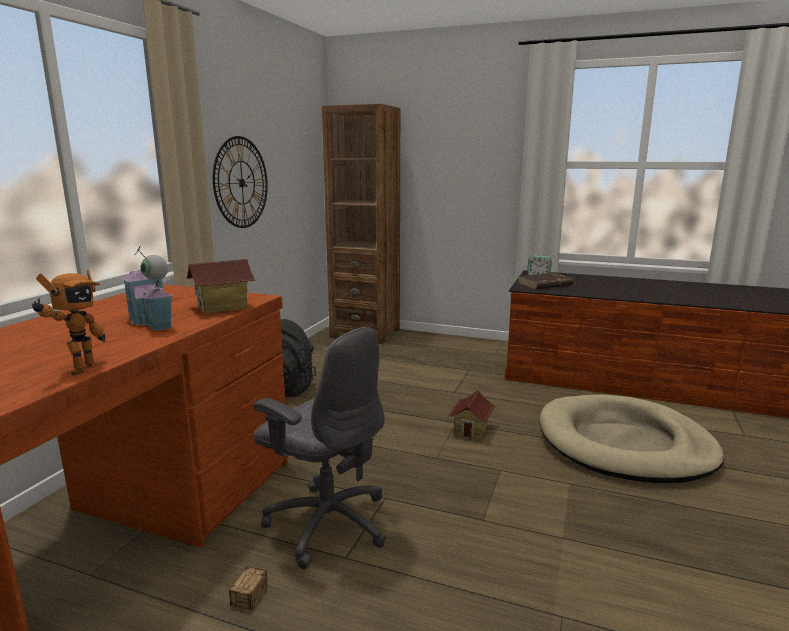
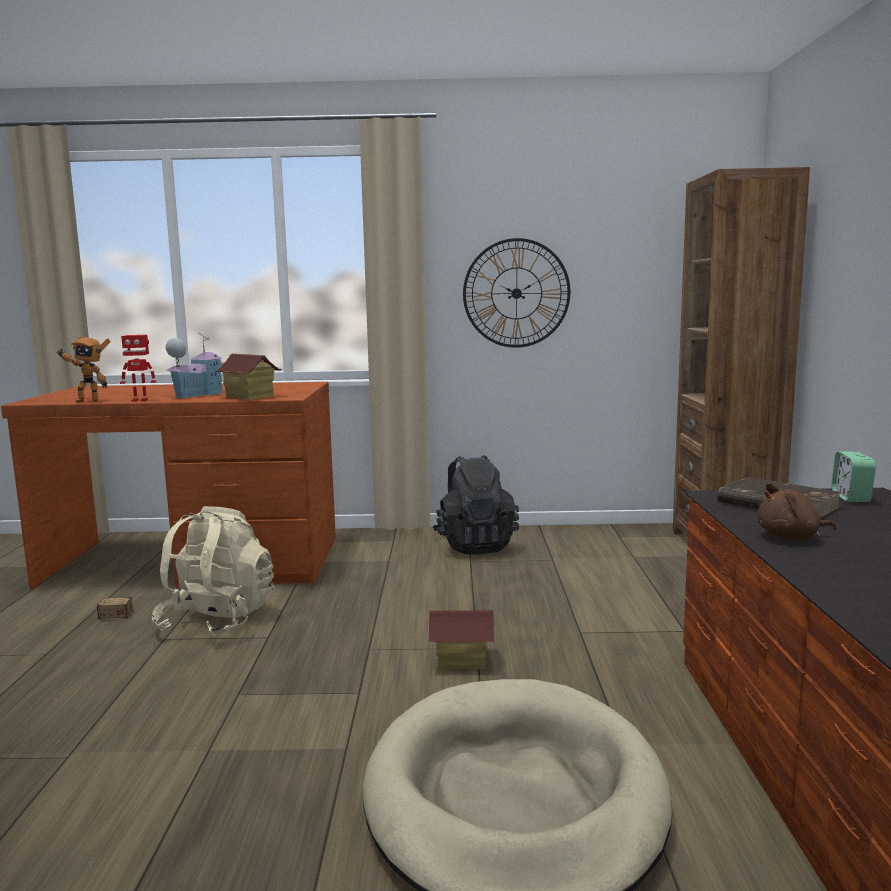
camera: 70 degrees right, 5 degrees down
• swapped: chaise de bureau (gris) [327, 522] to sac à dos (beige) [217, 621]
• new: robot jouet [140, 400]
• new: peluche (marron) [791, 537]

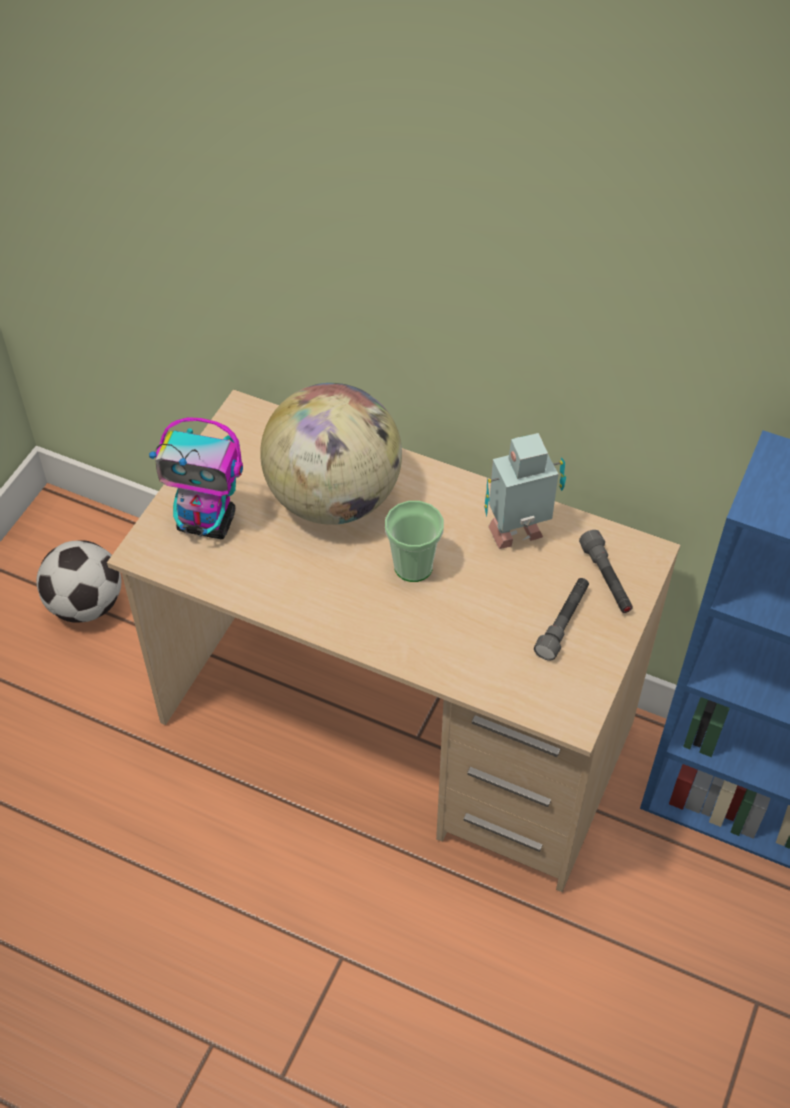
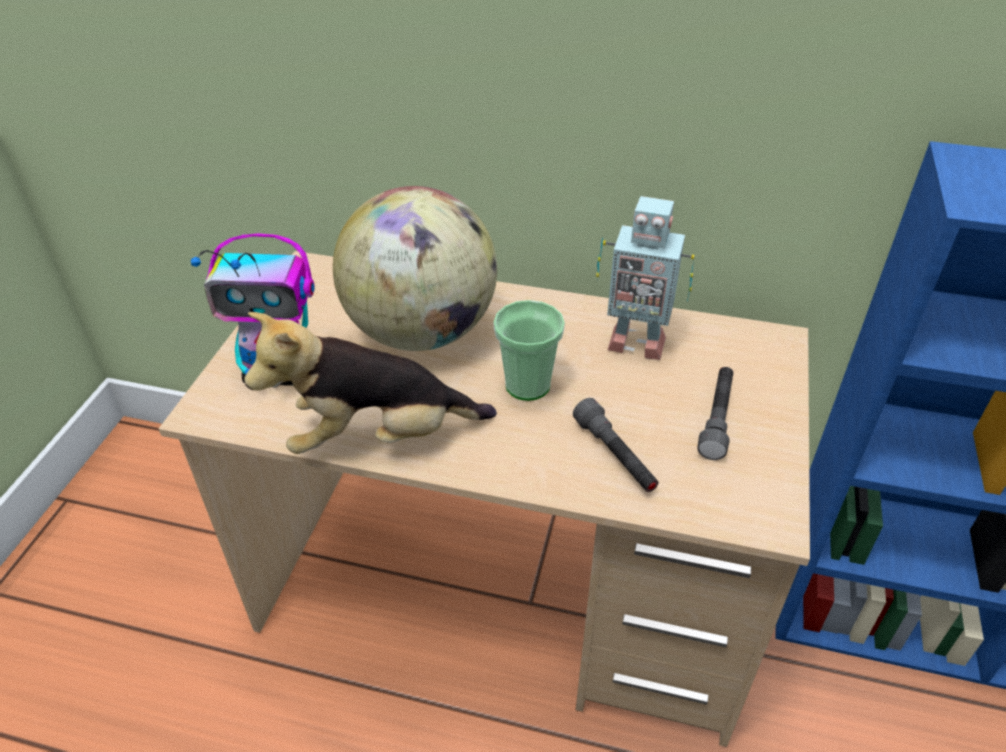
camera: 10 degrees left, 10 degrees down
• gone: ballon de foot [86, 604]
• rotated: robot jouet [519, 536] = [635, 341] 135 degrees counterclockwise
• shifted: lampe de poche (gris) [606, 579] to [615, 455]
• new: peluche [379, 437]

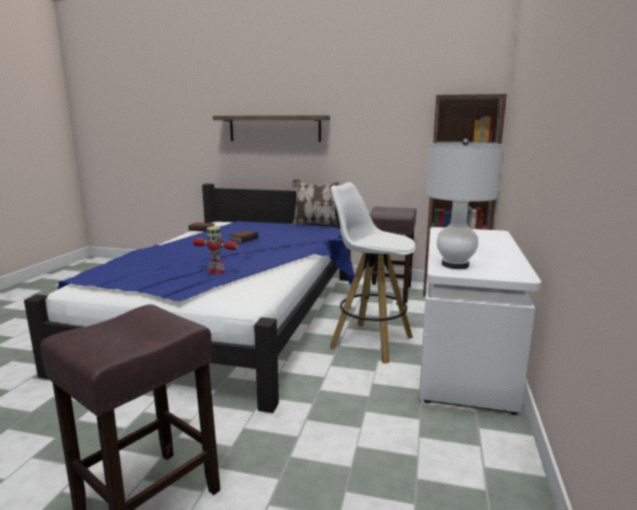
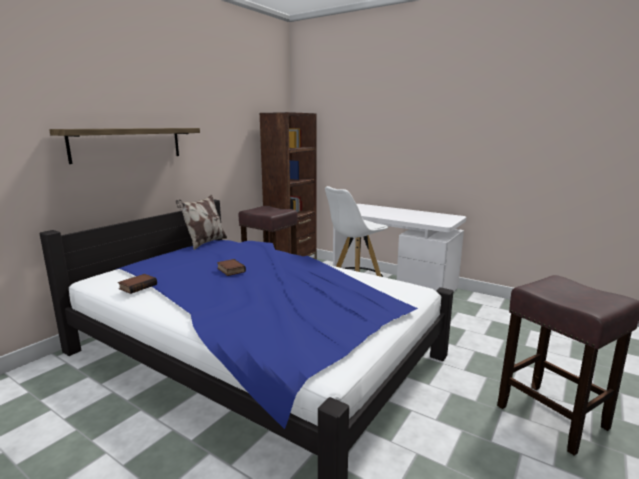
camera: 70 degrees left, 0 degrees up
• gone: robot jouet [215, 271]
• gone: lampe de table (blanc) [455, 265]

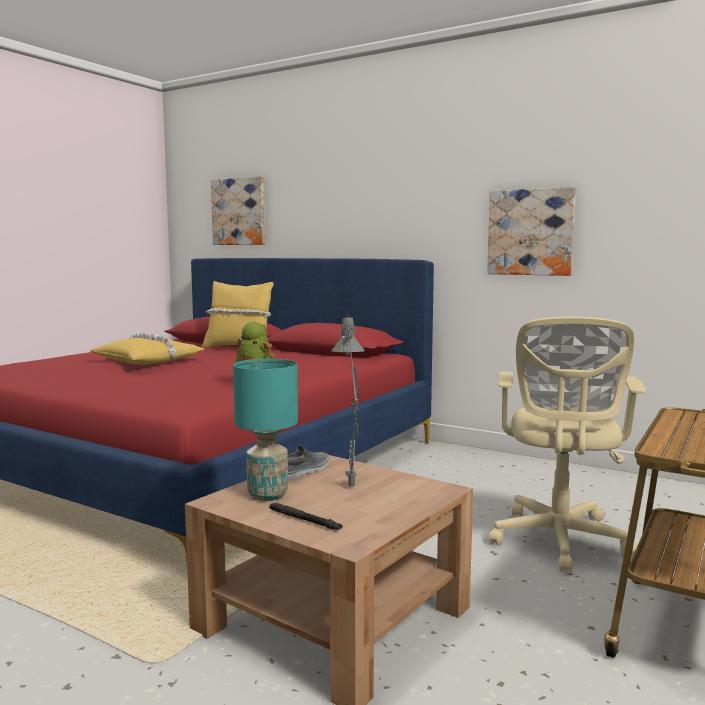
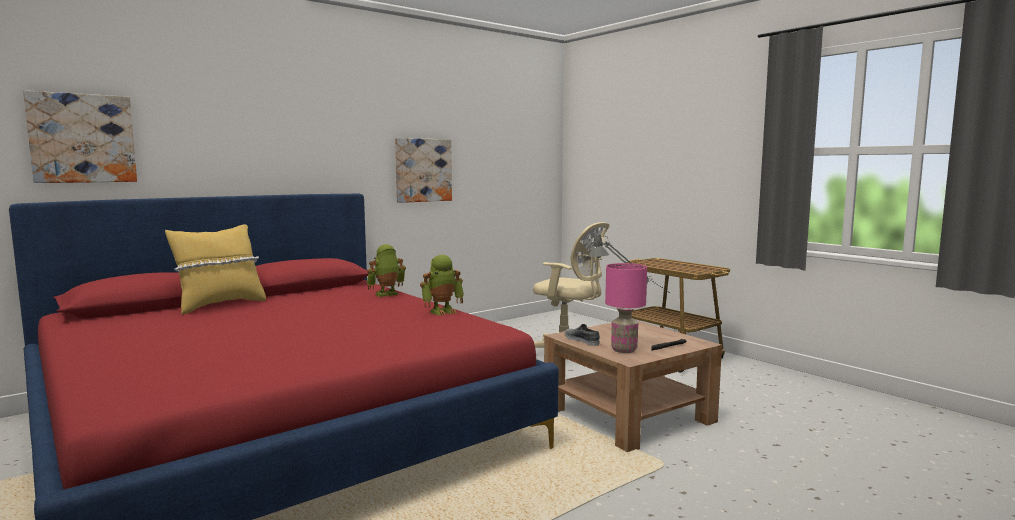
camera: 70 degrees left, 0 degrees up
• gone: coussin (jaune) [148, 361]
• repainted: lampe de table (turquoise) [267, 495] to lampe de table (rose) [623, 350]
• new: robot jouet [387, 294]

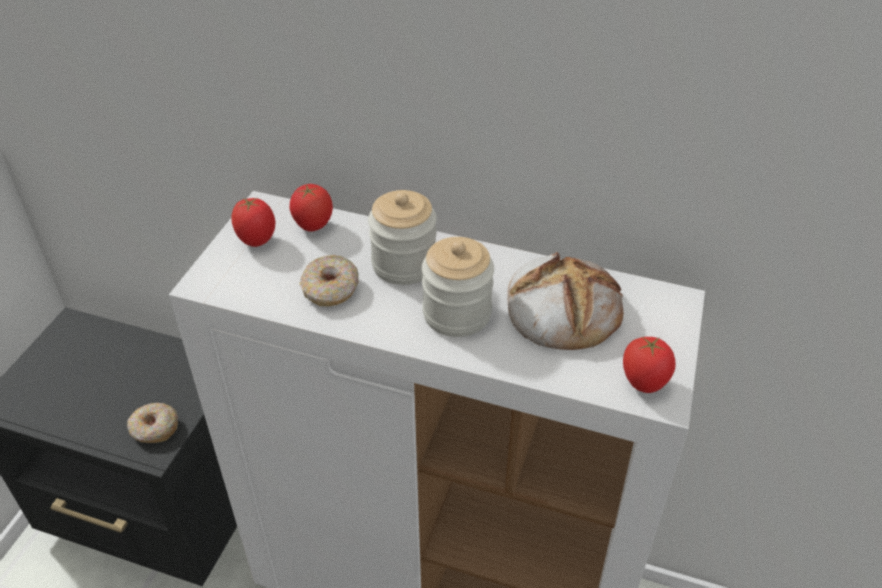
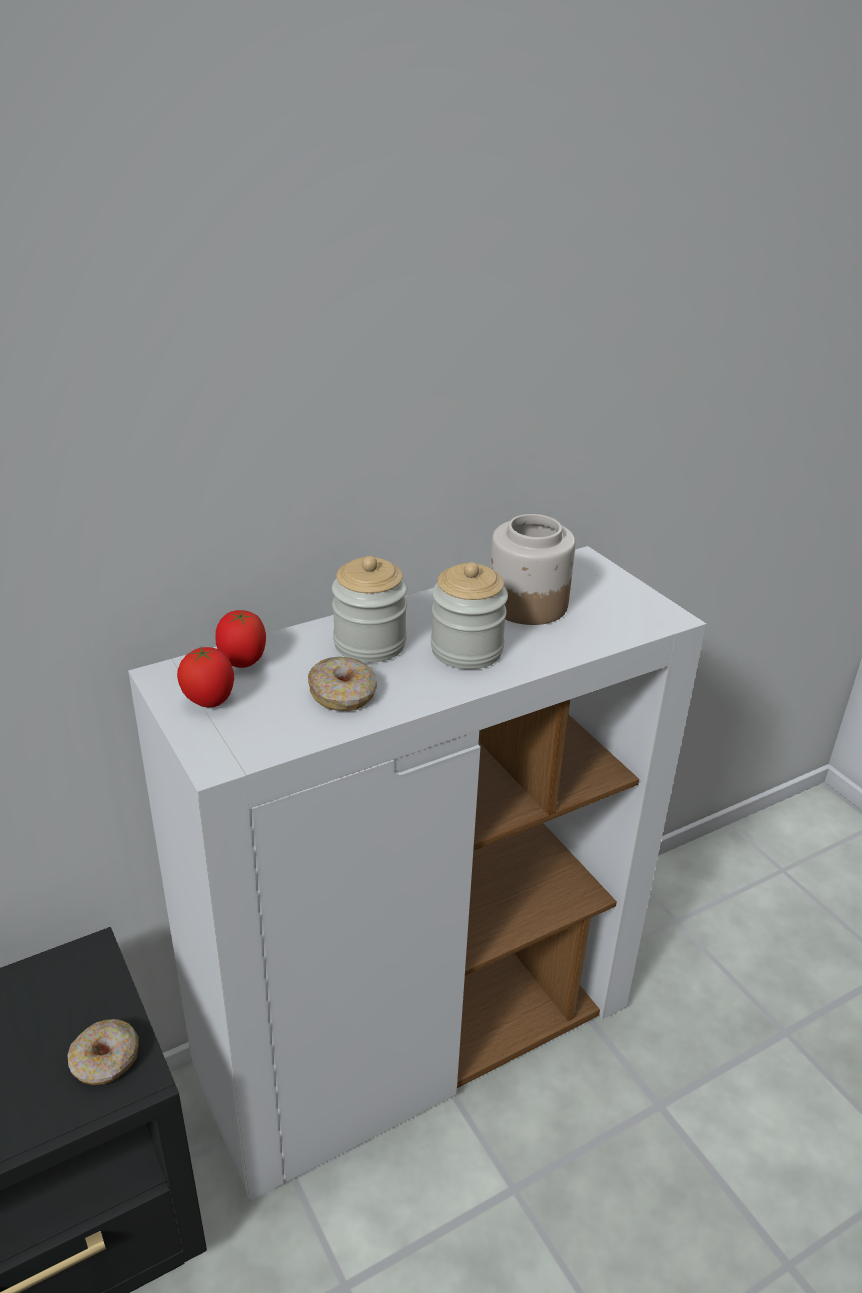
camera: 50 degrees left, 10 degrees down
• swapped: pain [561, 308] to bocal [527, 604]
• gone: tomate [644, 383]

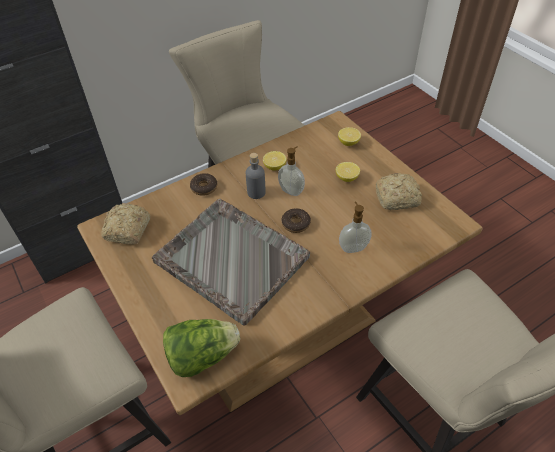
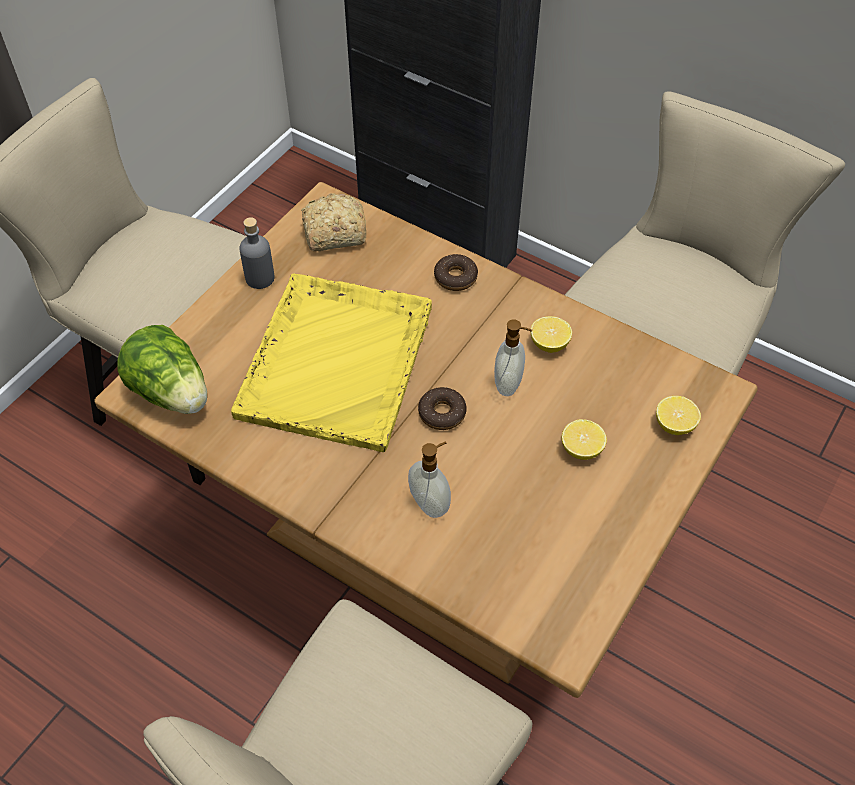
camera: 65 degrees right, 5 degrees up
• repainted: plateau (gris) [230, 259] to plateau (jaune) [337, 360]
• shifted: bouteille (gris) [256, 192] to [260, 278]
• gone: pain [398, 198]

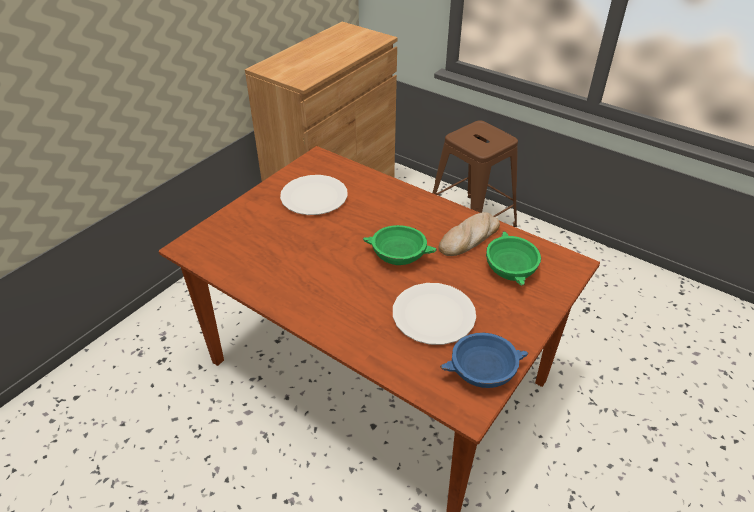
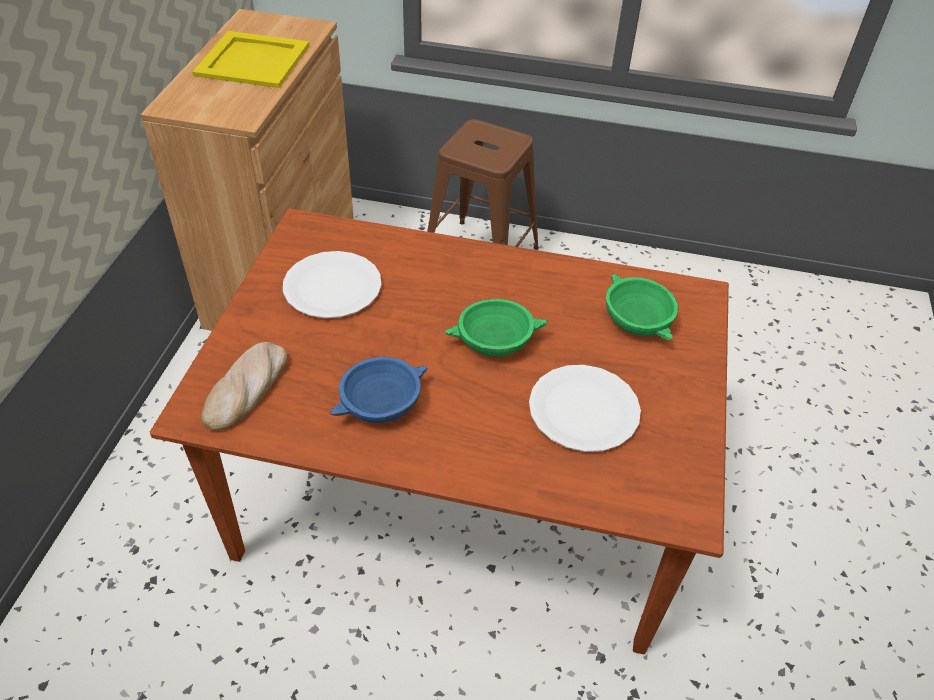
camera: 25 degrees left, 5 degrees up
• shifted: pain [469, 238] to [246, 389]
• shifted: bol (bleu) [483, 370] to [381, 403]
• new: plateau (jaune) [254, 60]

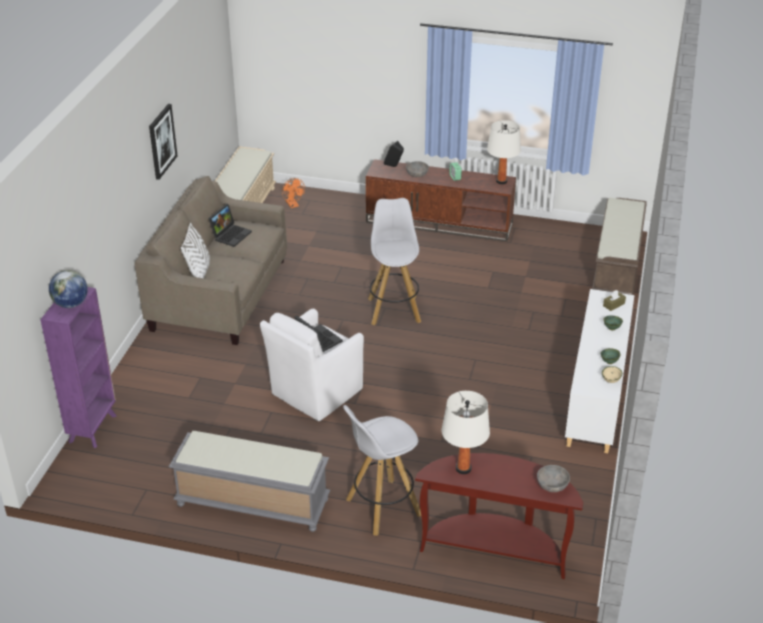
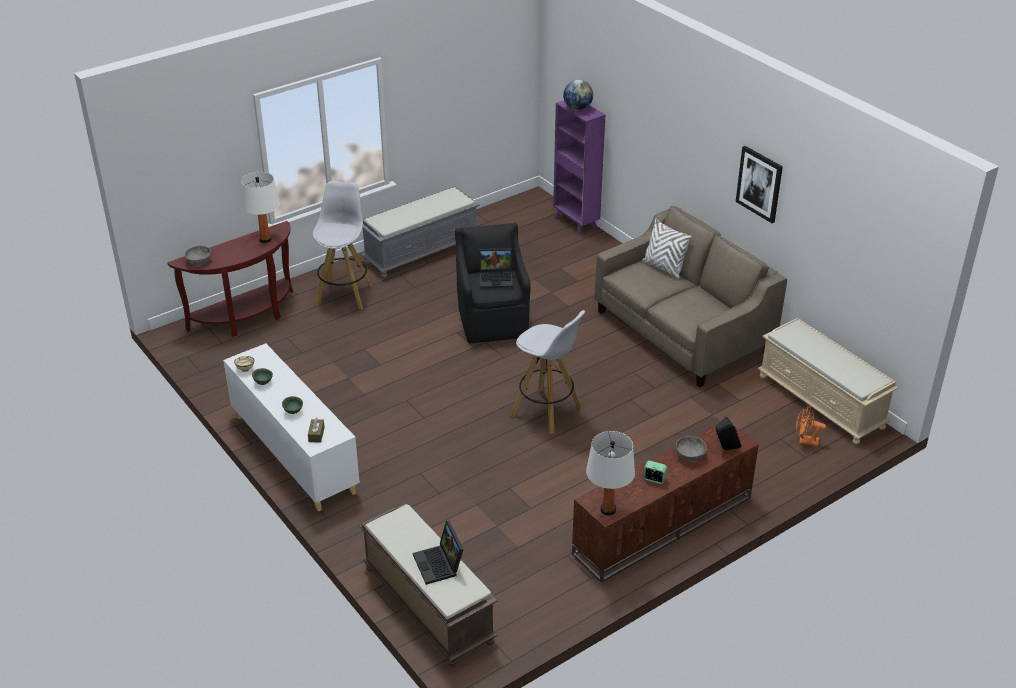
camera: 130 degrees right, 0 degrees up
• shifted: ordinateur portable [230, 234] to [440, 565]
• repainted: fauteuil (blanc) [314, 393] to fauteuil (noir) [493, 320]

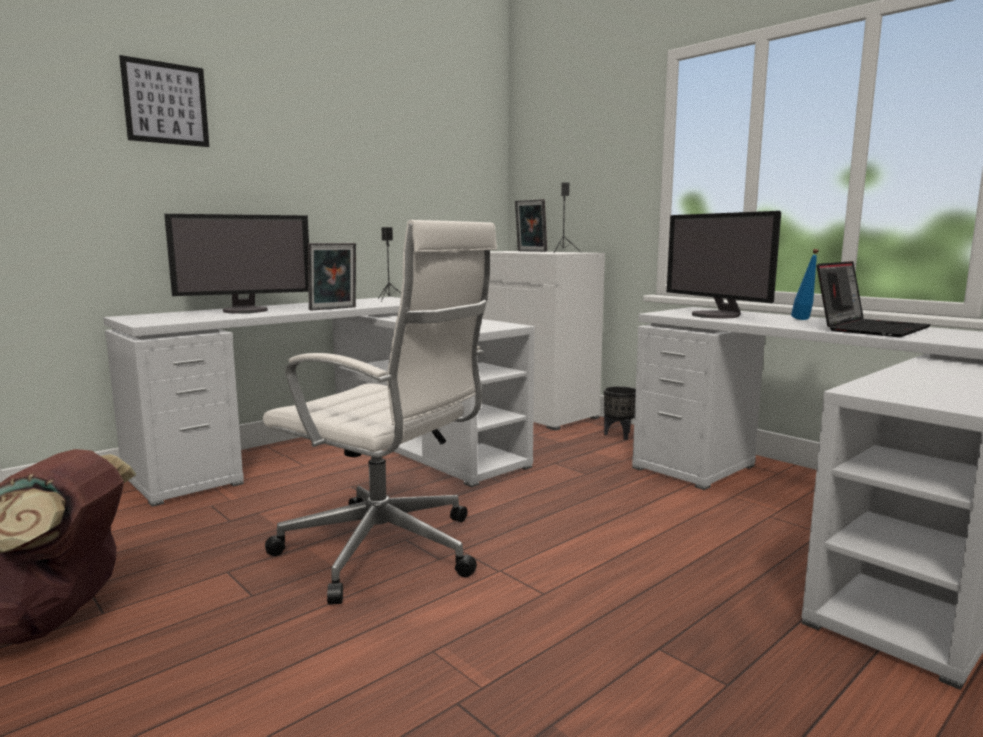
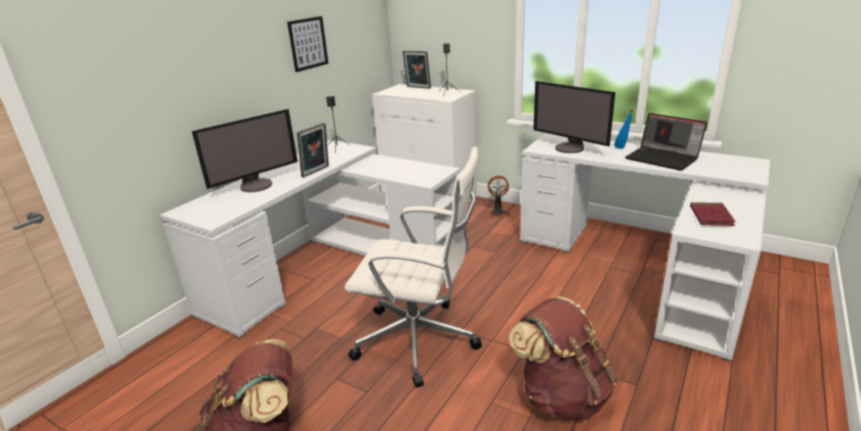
camera: 15 degrees left, 15 degrees up
• shifted: tableau [166, 103] to [308, 43]
• swapped: cache-pot (noir) [620, 435] to ventilateur [498, 213]
• rotated: ordinateur portable [869, 328] = [663, 158] 105 degrees clockwise
• new: sac à dos (marron) [561, 395]
• new: livre (rouge) [711, 216]

